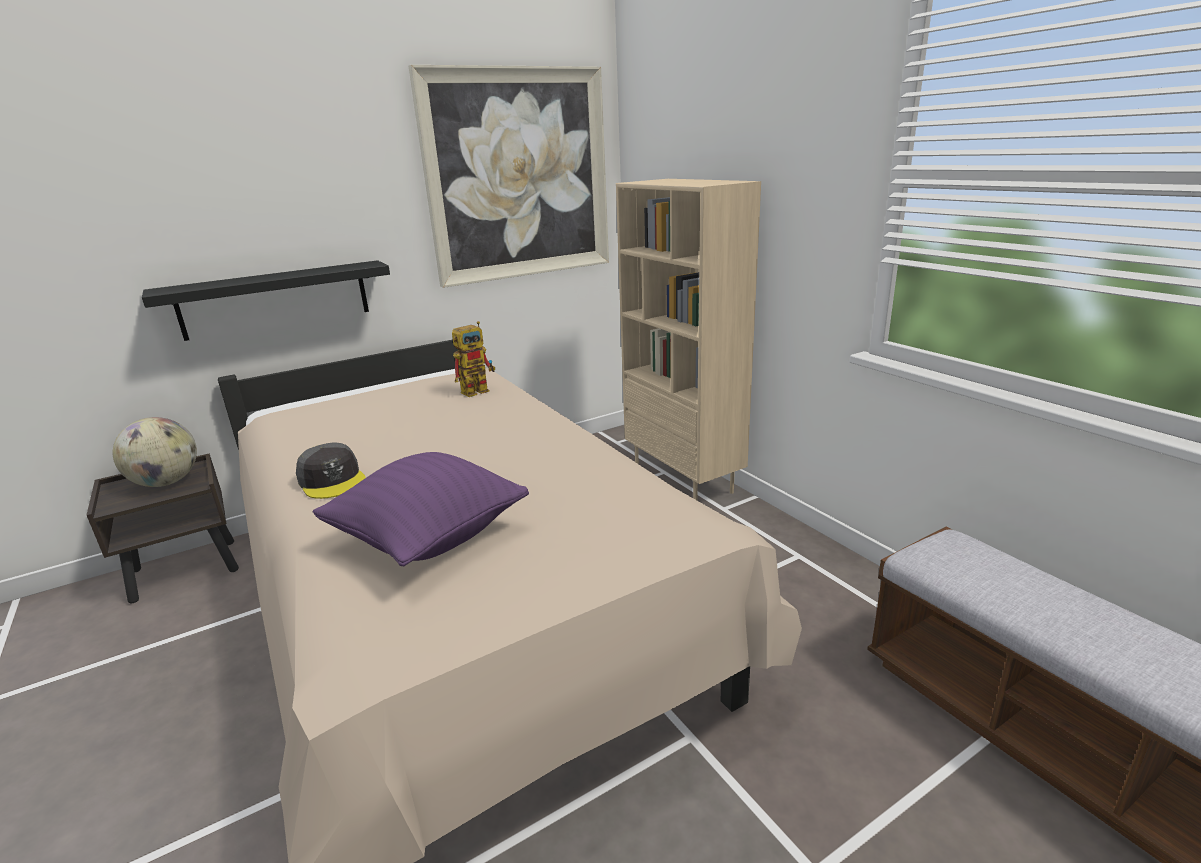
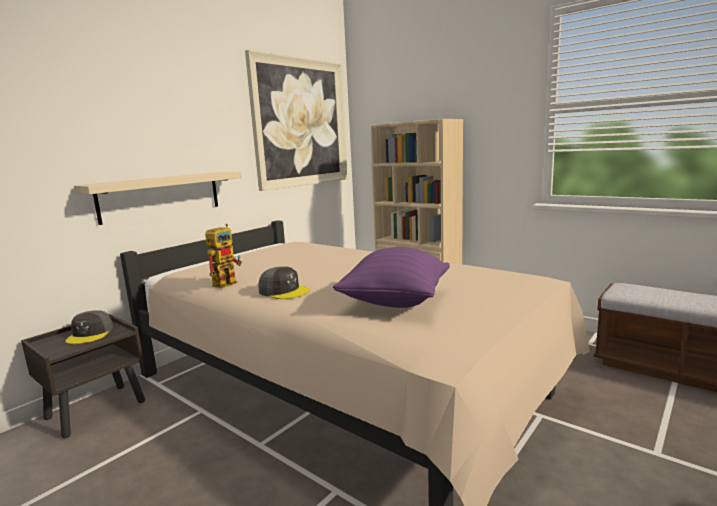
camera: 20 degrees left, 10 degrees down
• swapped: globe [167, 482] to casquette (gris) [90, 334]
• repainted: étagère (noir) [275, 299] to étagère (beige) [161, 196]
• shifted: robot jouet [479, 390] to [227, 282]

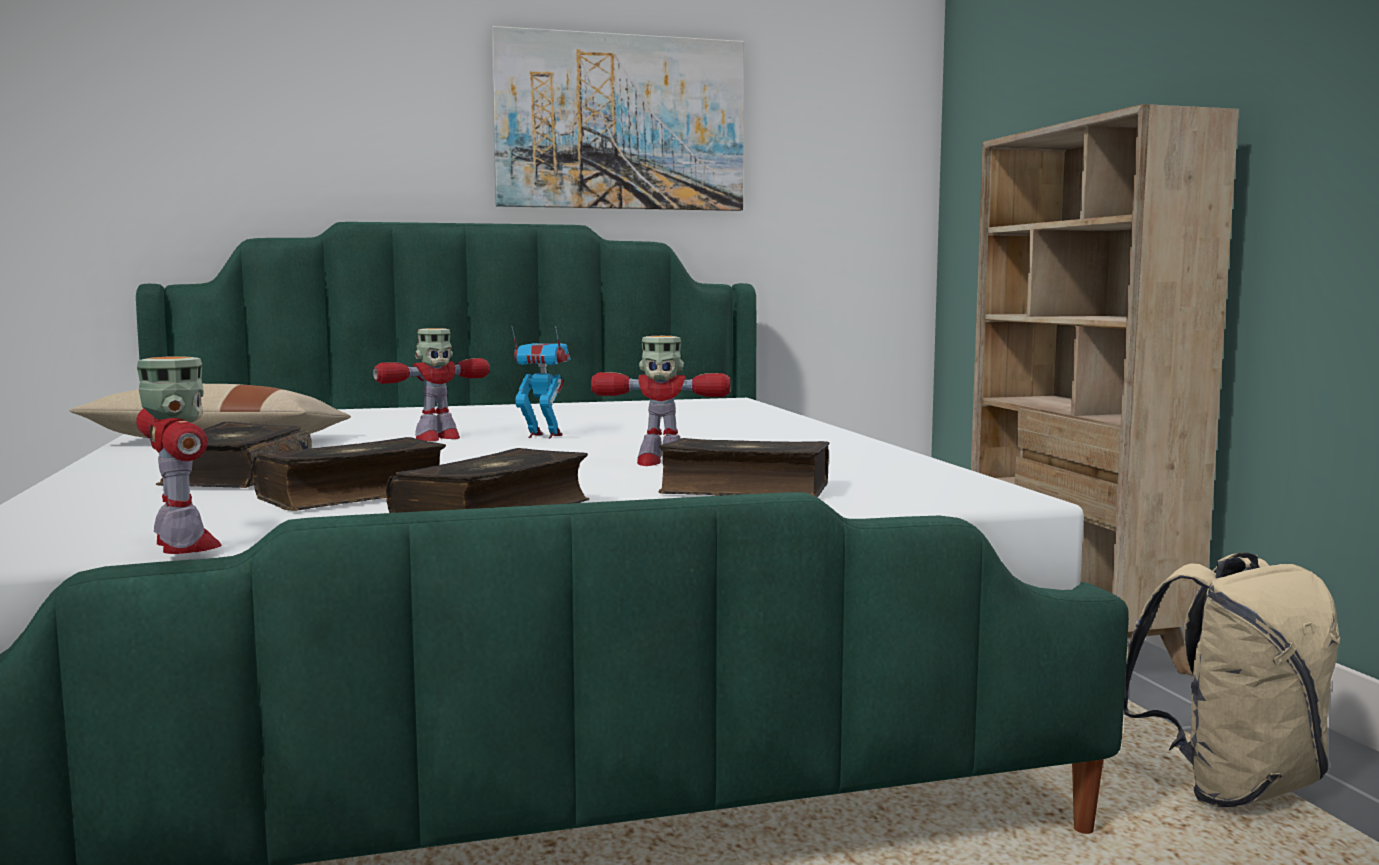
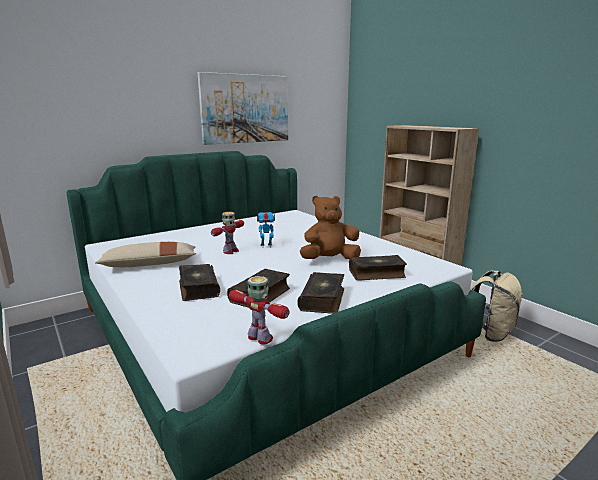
camera: 20 degrees left, 10 degrees up
• swapped: robot jouet [660, 463] to peluche (marron) [329, 260]

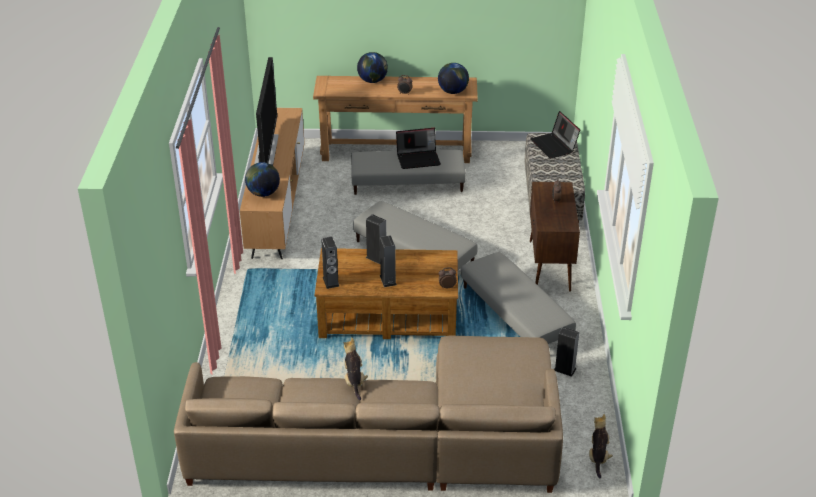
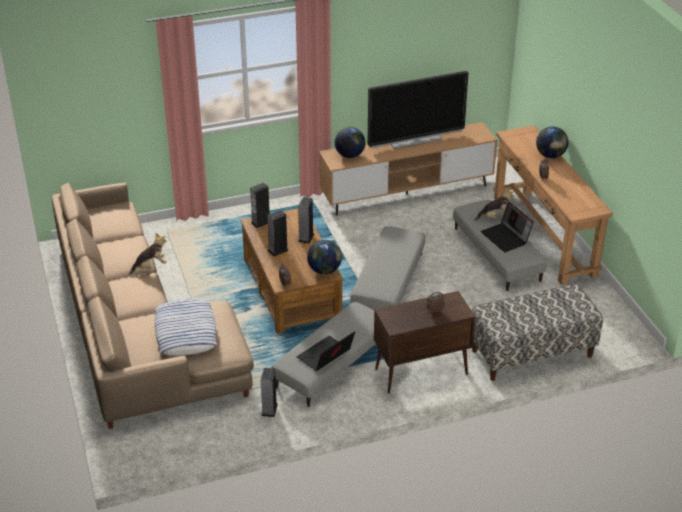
camera: 70 degrees right, 0 degrees up
• shifted: globe [453, 91] to [324, 270]
• shifted: ordinateur portable [554, 146] to [325, 356]
• shifted: peluche [598, 457] to [494, 217]
• new: coussin [185, 332]

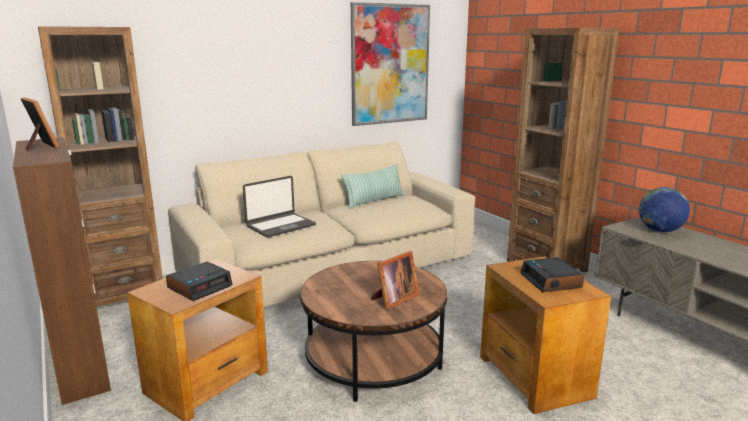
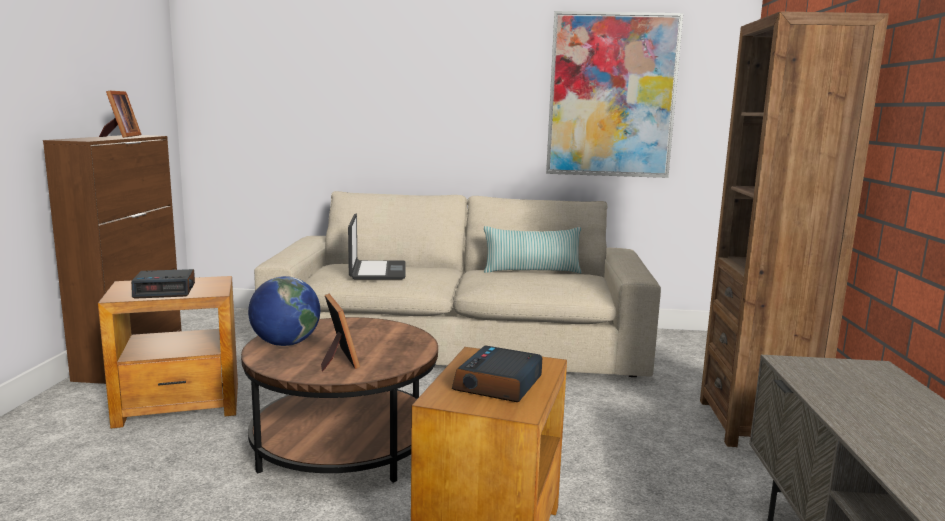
camera: 35 degrees right, 5 degrees down
• gone: bibliothèque (marron) [124, 295]
• rotated: ordinateur portable [280, 226] = [377, 271] 90 degrees counterclockwise
• rotated: cadre photo [394, 299] = [337, 360] 105 degrees counterclockwise
• shifted: globe [660, 231] to [285, 343]

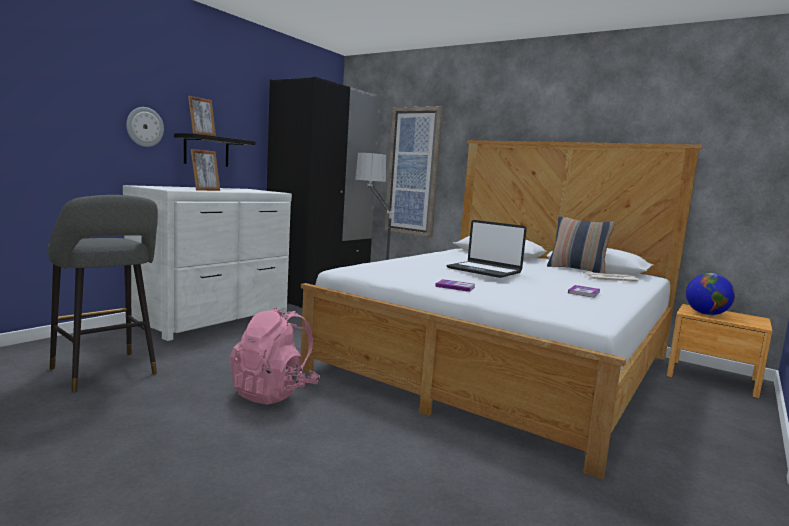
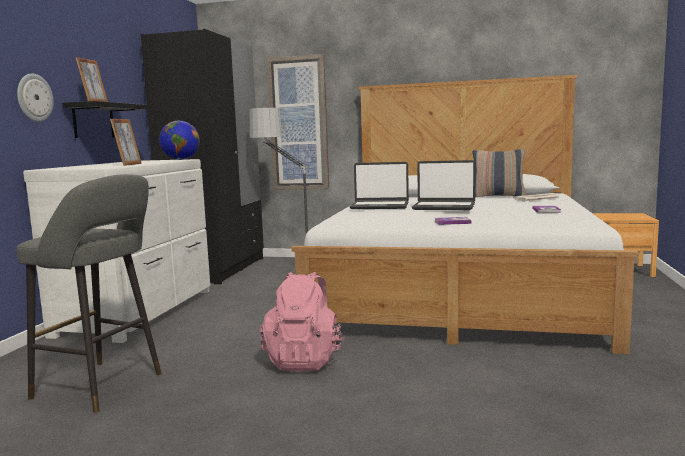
camera: 20 degrees left, 0 degrees up
• shifted: globe [706, 314] to [181, 159]
• new: ordinateur portable [379, 206]

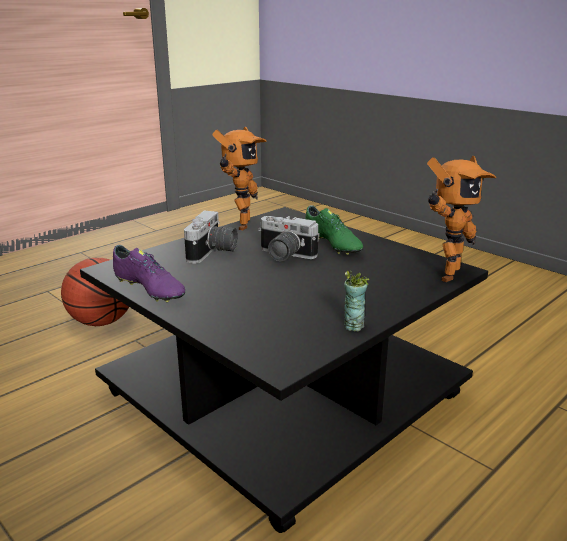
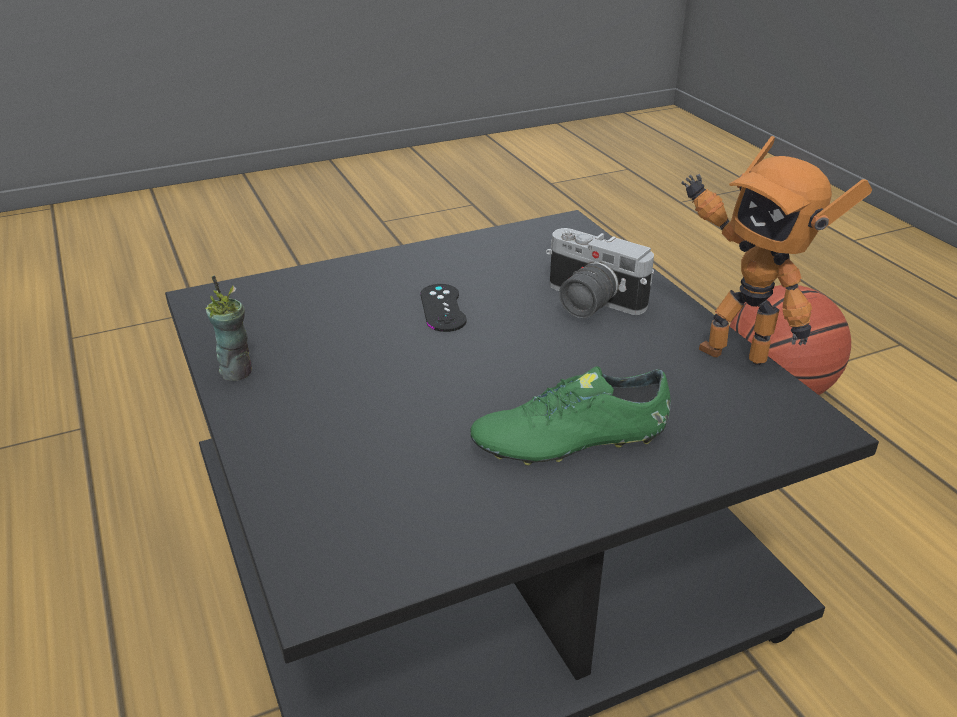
camera: 110 degrees right, 10 degrees up
• gone: chaussure (violet) [149, 290]
• gone: appareil photo [283, 256]
• gone: robot jouet [444, 274]
• new: manette (noir) [443, 308]

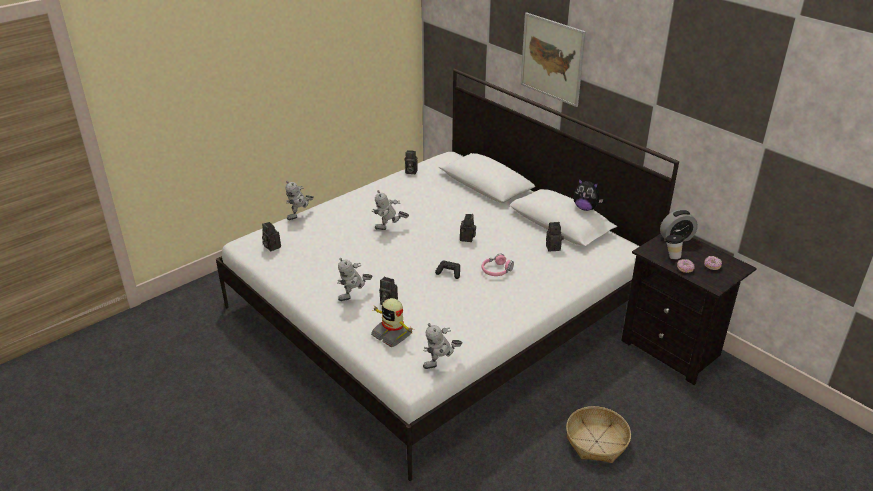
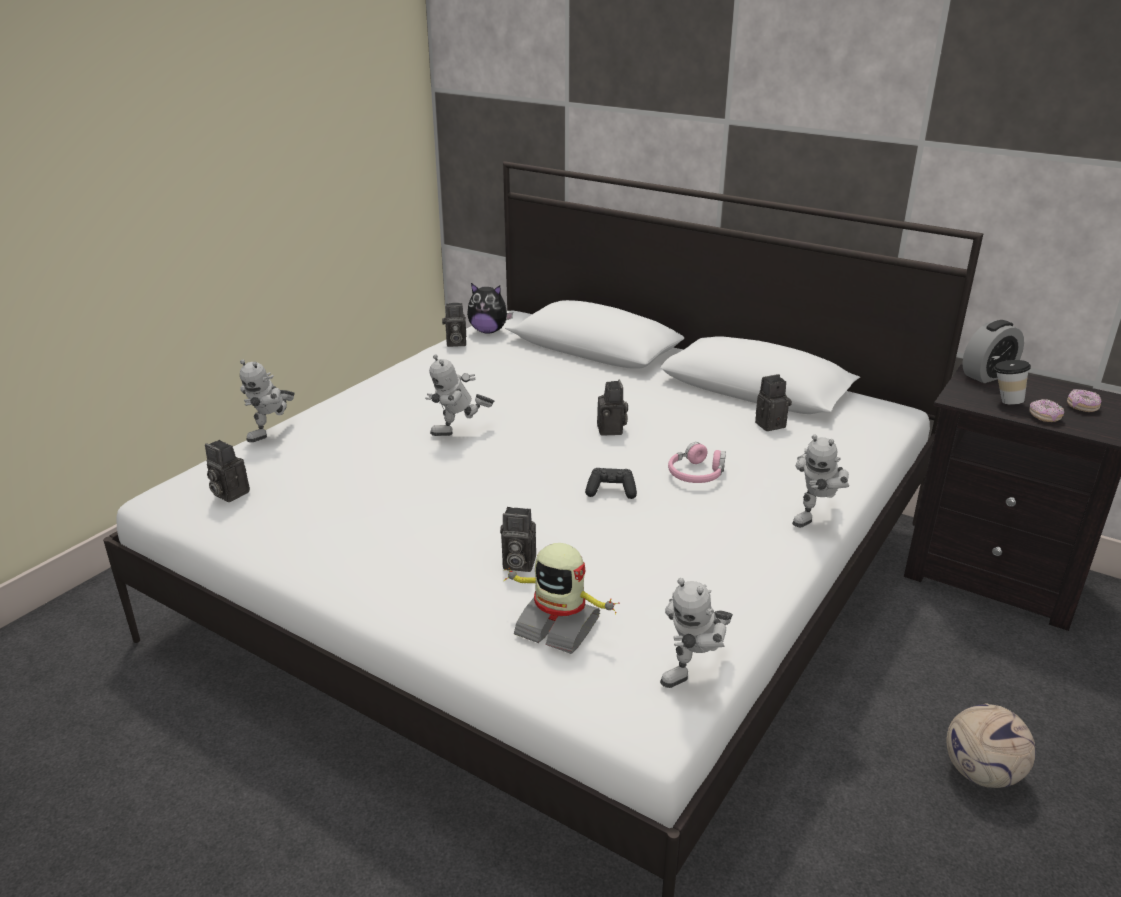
camera: 15 degrees left, 5 degrees down
• shifted: robot jouet [354, 297] to [816, 518]
• gone: tableau [552, 59]
• swapped: panier [596, 441] to ballon de foot [980, 773]
• shifted: peluche [585, 208] to [488, 331]

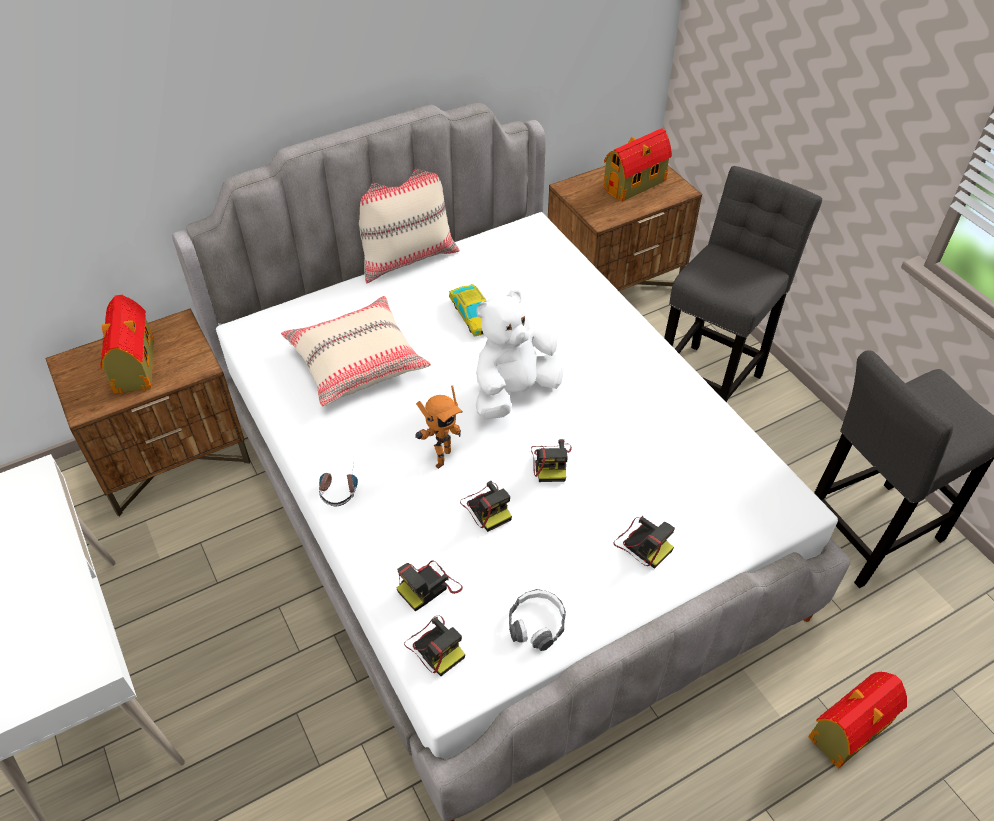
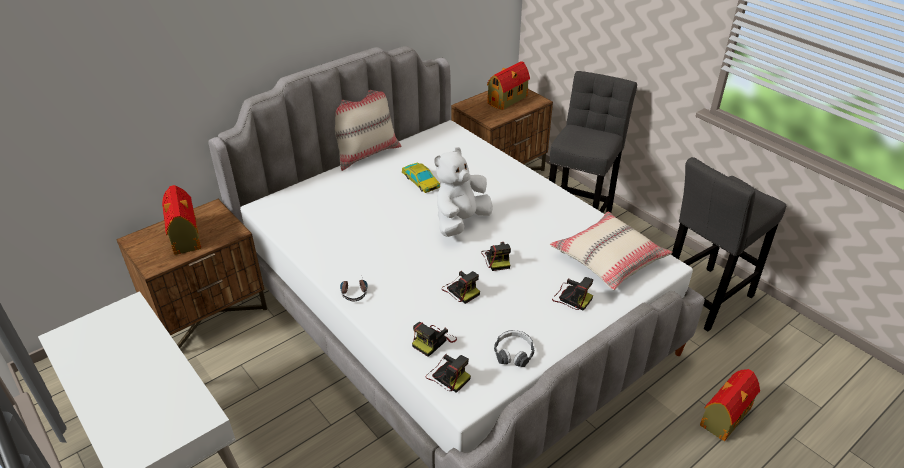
camera: 10 degrees left, 10 degrees down
• shifted: coussin (beige) [357, 361] to [608, 258]
• gone: robot jouet [439, 457]

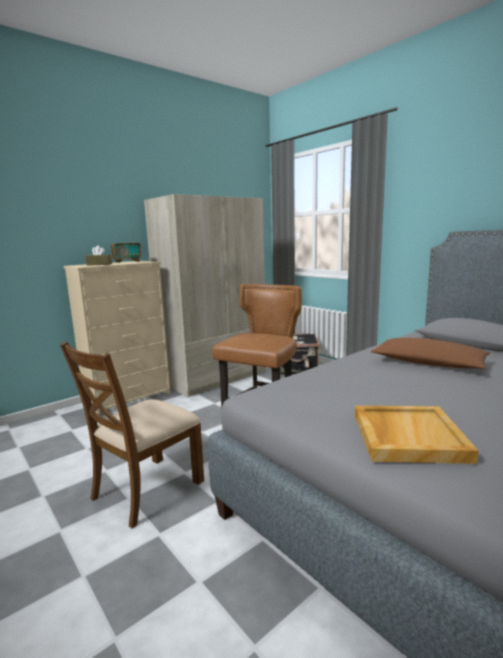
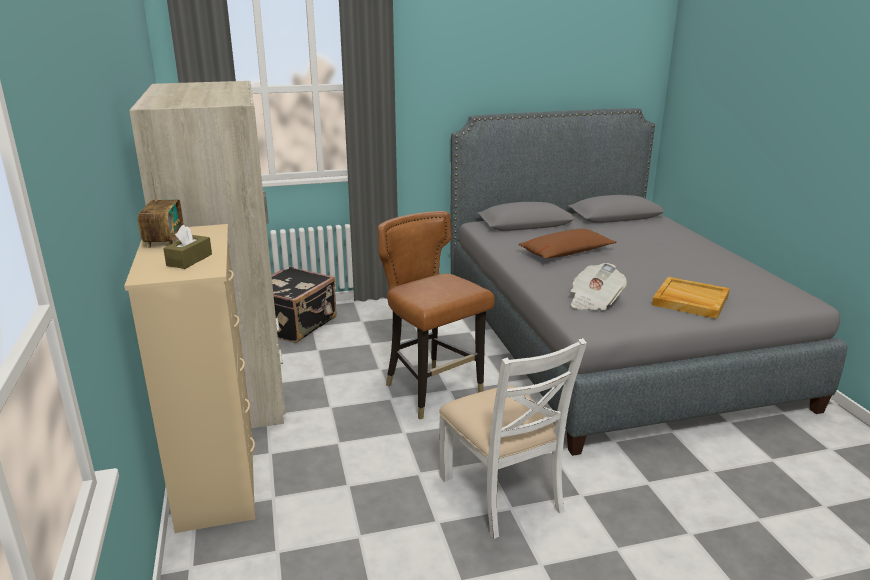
camera: 65 degrees left, 10 degrees up
• repainted: chaise (marron) [146, 489] to chaise (blanc) [502, 493]
• new: journal [594, 301]

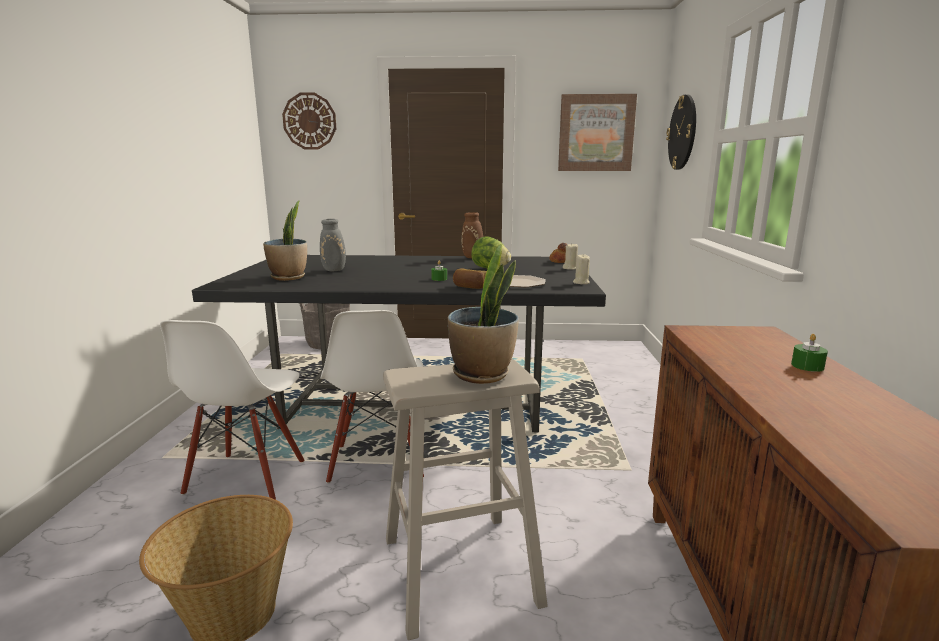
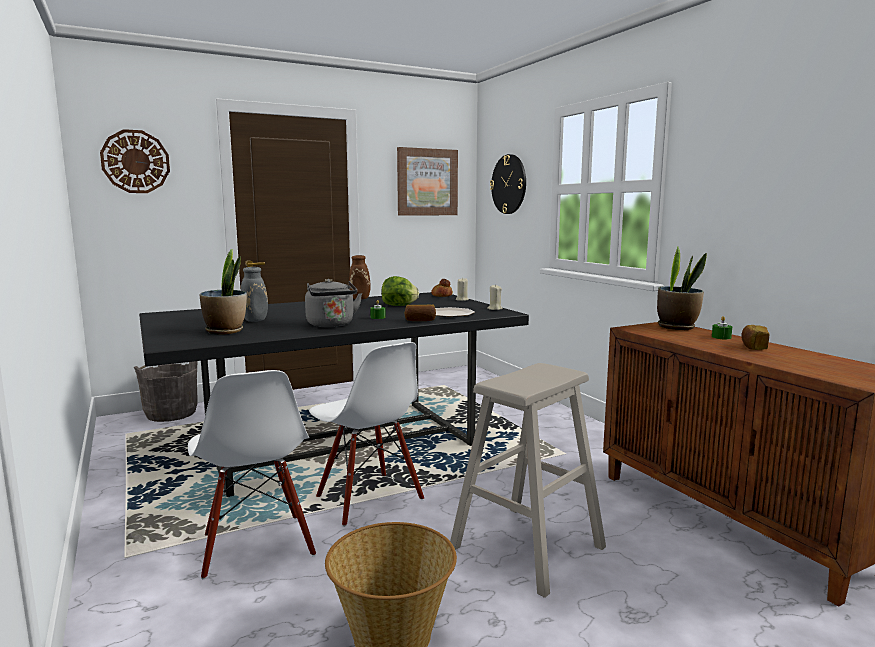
camera: 30 degrees left, 5 degrees down
• shifted: plante en pot [482, 374] to [677, 327]
• new: bouilloire (gris) [331, 325]
• new: pain [753, 347]

